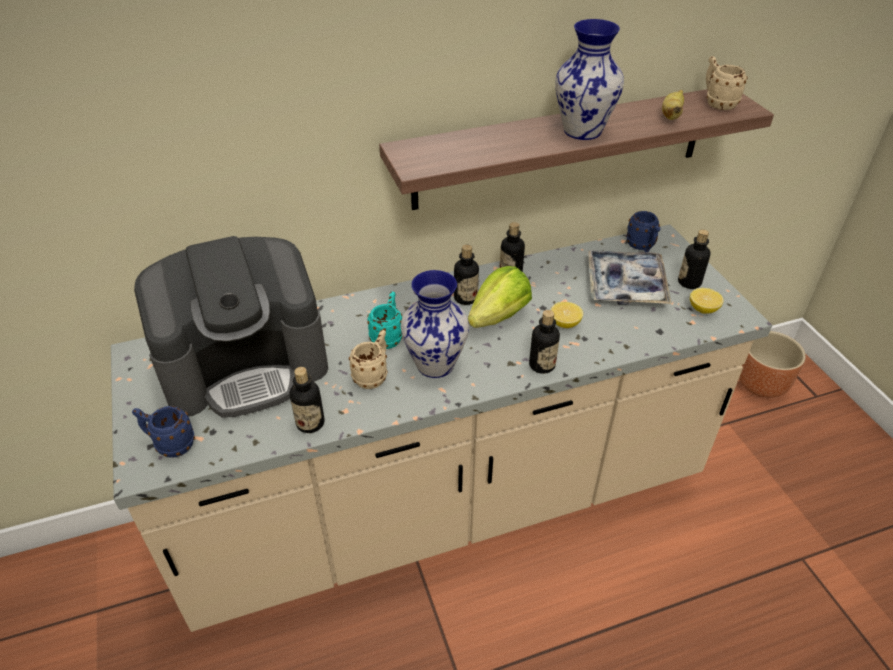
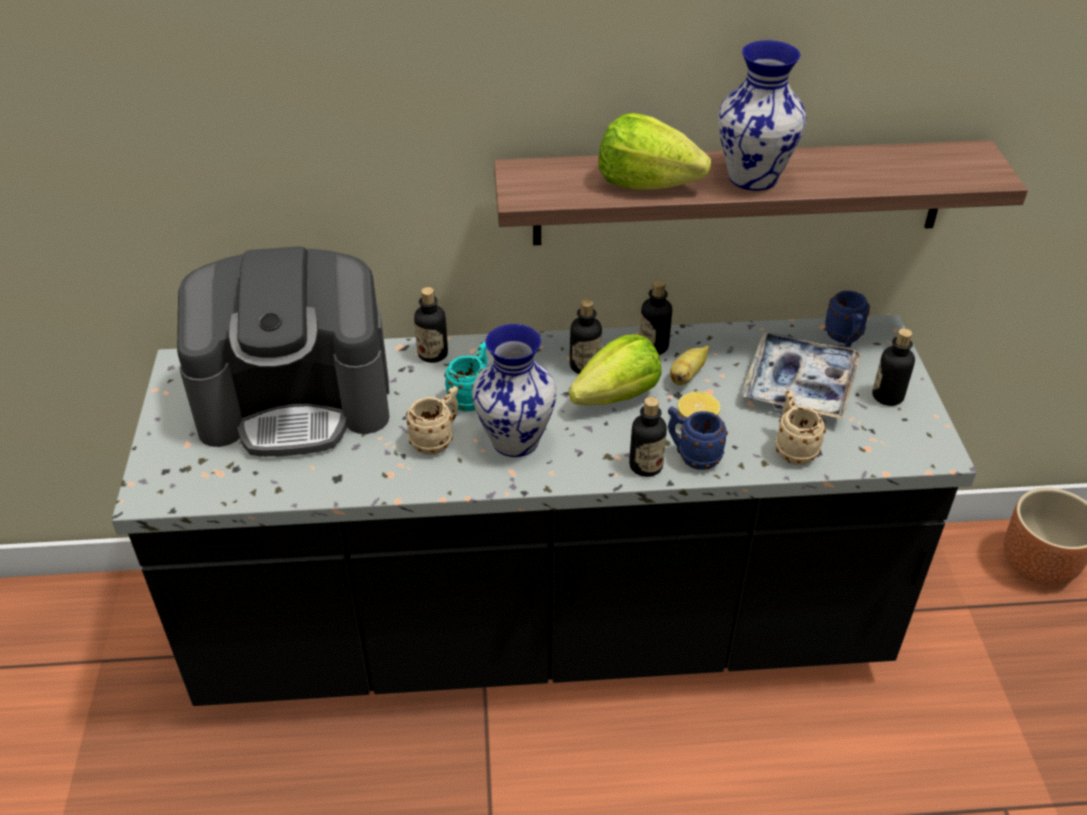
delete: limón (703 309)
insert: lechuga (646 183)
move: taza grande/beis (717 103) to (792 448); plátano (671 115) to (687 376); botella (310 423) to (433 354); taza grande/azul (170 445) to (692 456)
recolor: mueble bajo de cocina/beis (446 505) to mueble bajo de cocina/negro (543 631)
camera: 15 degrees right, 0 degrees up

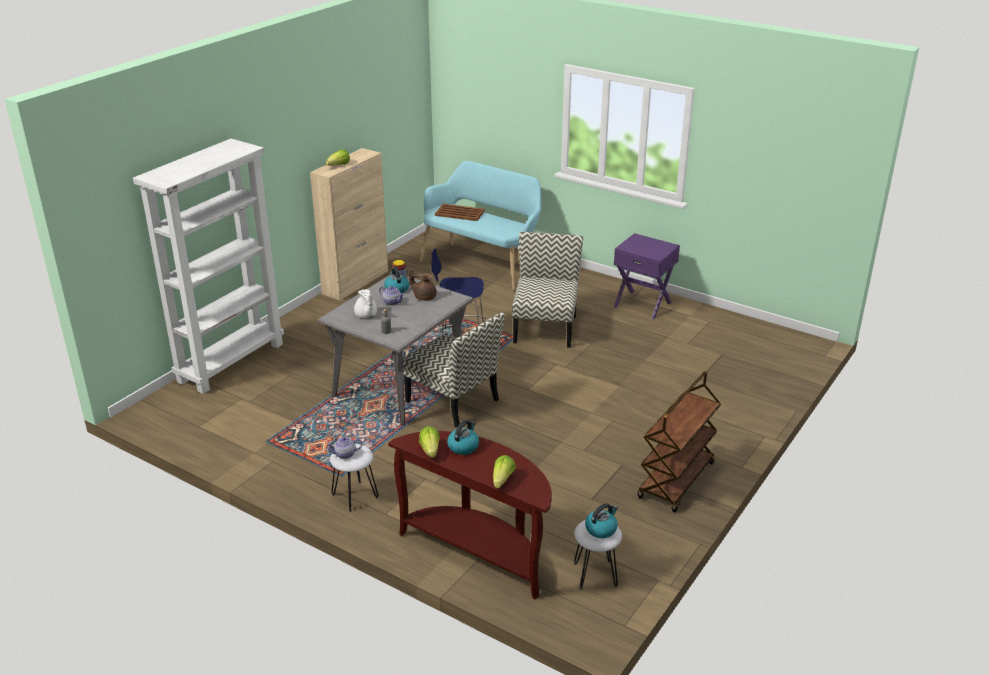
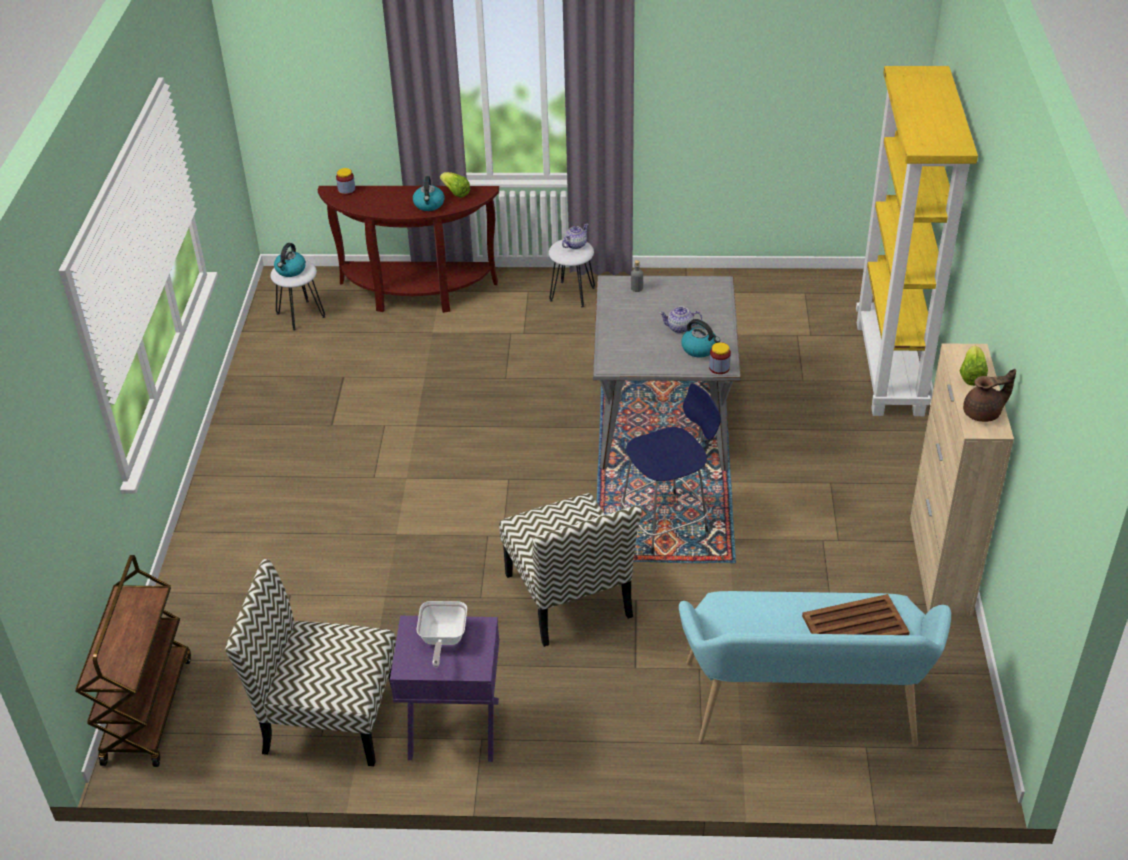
delete: tetera/blanco (366 315); lechuga (502 480)
insert: tarro (346 191); sartén (442 640)
move: tetera/marrón (424 297) to (983 413); silla (454 401) to (328 718); carrito/marrón (677 481) to (147 709)
recolor: estantería/blanco (231 362) to estantería/amarillo (890 368)
camera: 150 degrees right, 10 degrees up

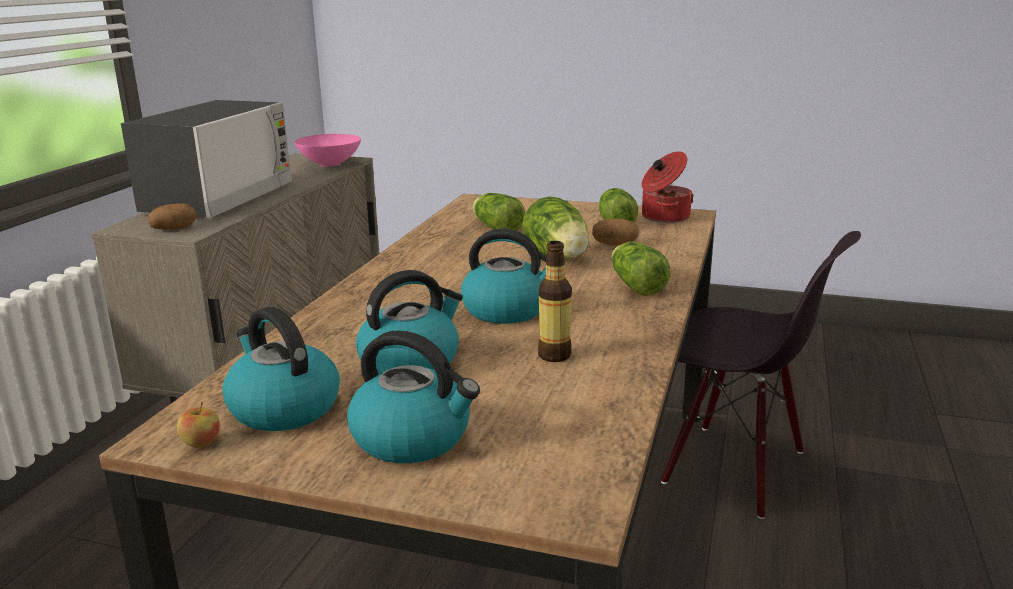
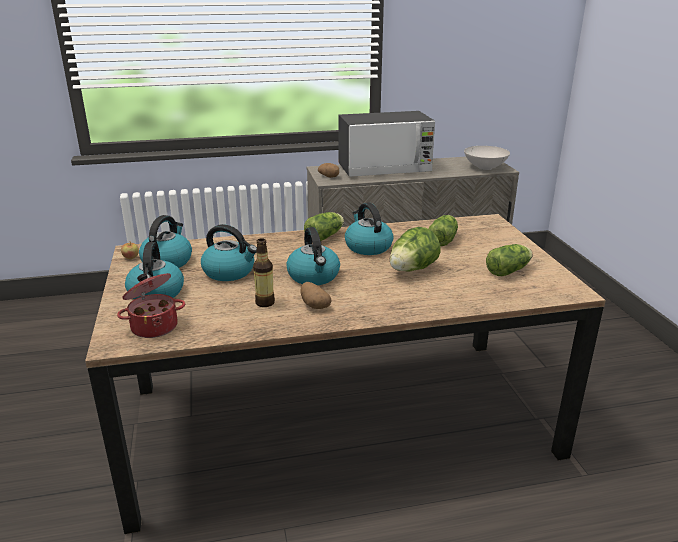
delete: silla/negro (733 468)
insert: hervidor (367 247)
move: olla (664 217) to (154 326); patata (615 244) to (314 305); lechuga (636 285) to (326 236)
recolor: cuenco/rosa (329 164) to cuenco/blanco (485 167)
camera: 60 degrees right, 5 degrees up

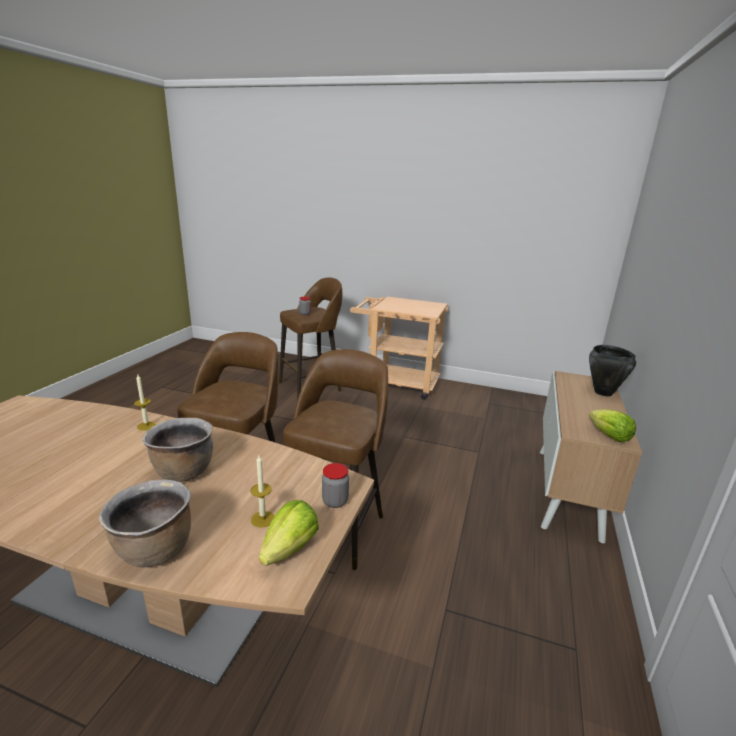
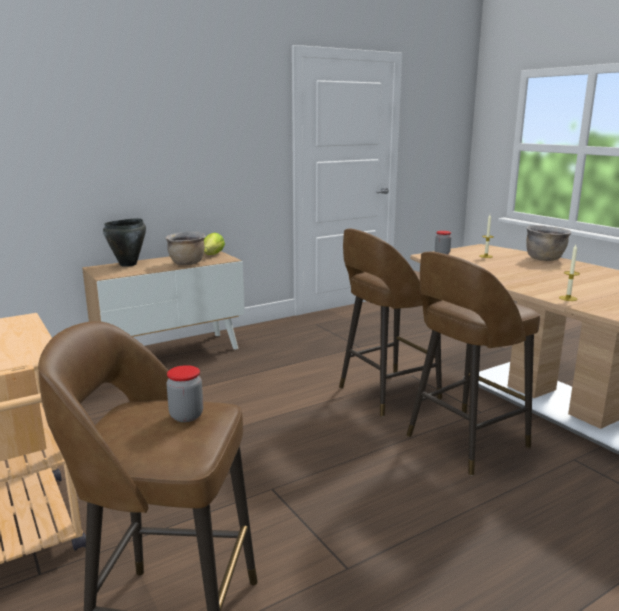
delete: lechuga (290 549)
move: olla/marrón (183 471) to (187 263)
camera: 140 degrees left, 5 degrees down

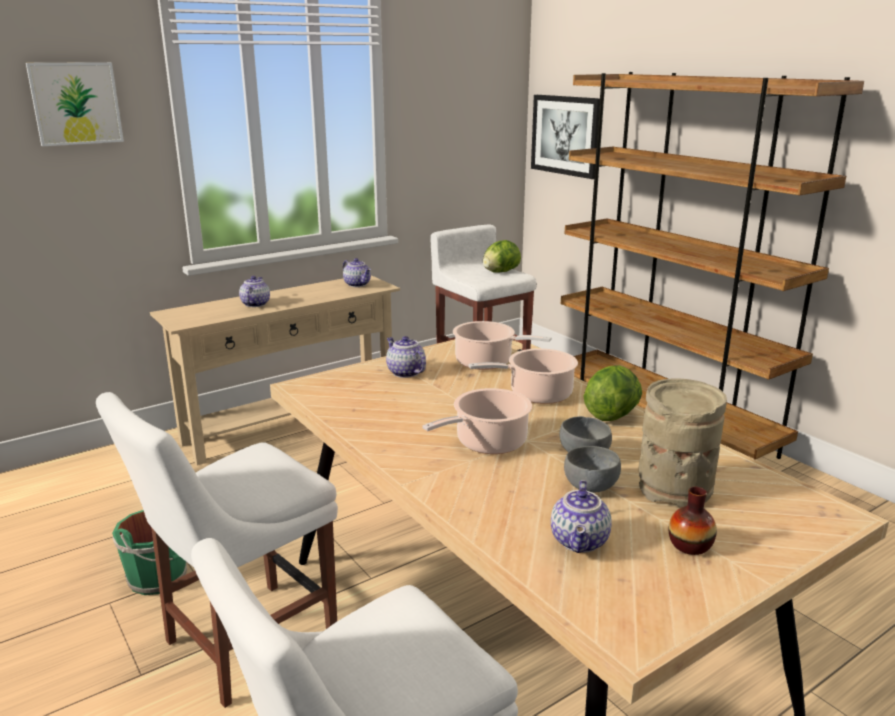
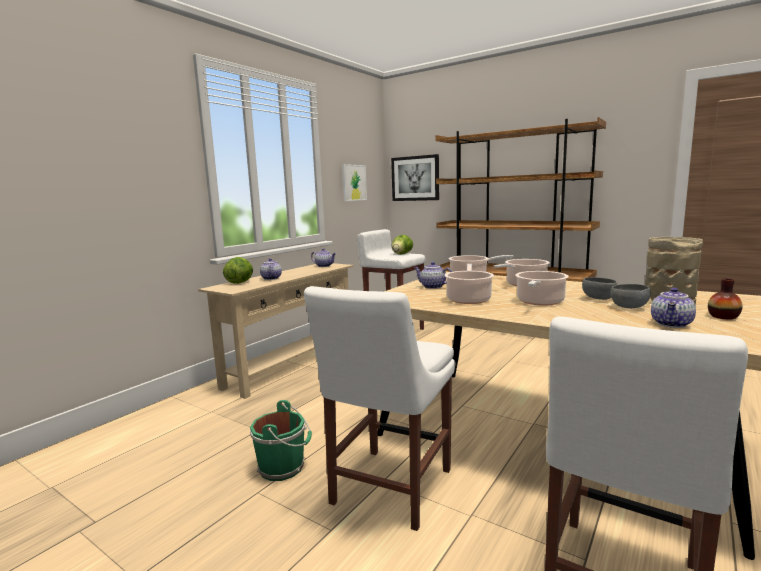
insert: olla (468 299)
move: cuadro (76 103) to (354 182); lechuga (611 415) to (240 282)
rotate: tetera (581 542) = (672 324) 45 degrees clockwise
camera: 20 degrees left, 10 degrees down

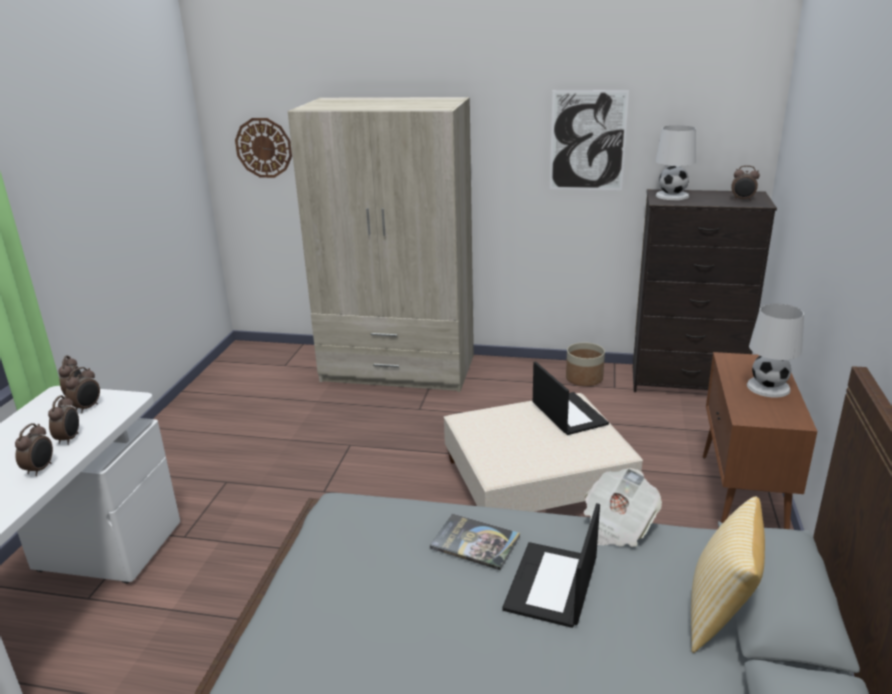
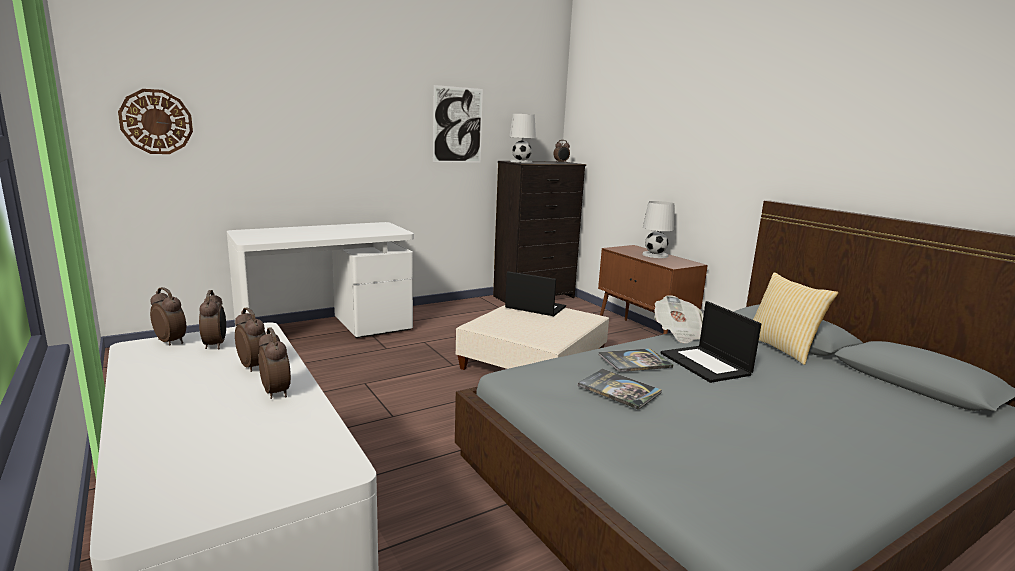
delete: maceta (584 378)
insert: libro (619 389)
replace: armario ropero/beis (398 369) to escritorio/blanco (327 331)
camera: 45 degrees left, 10 degrees down

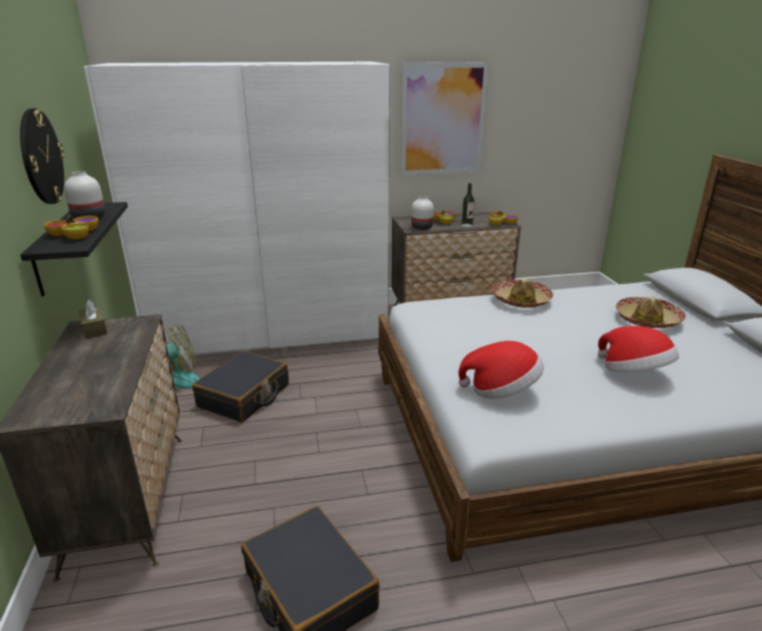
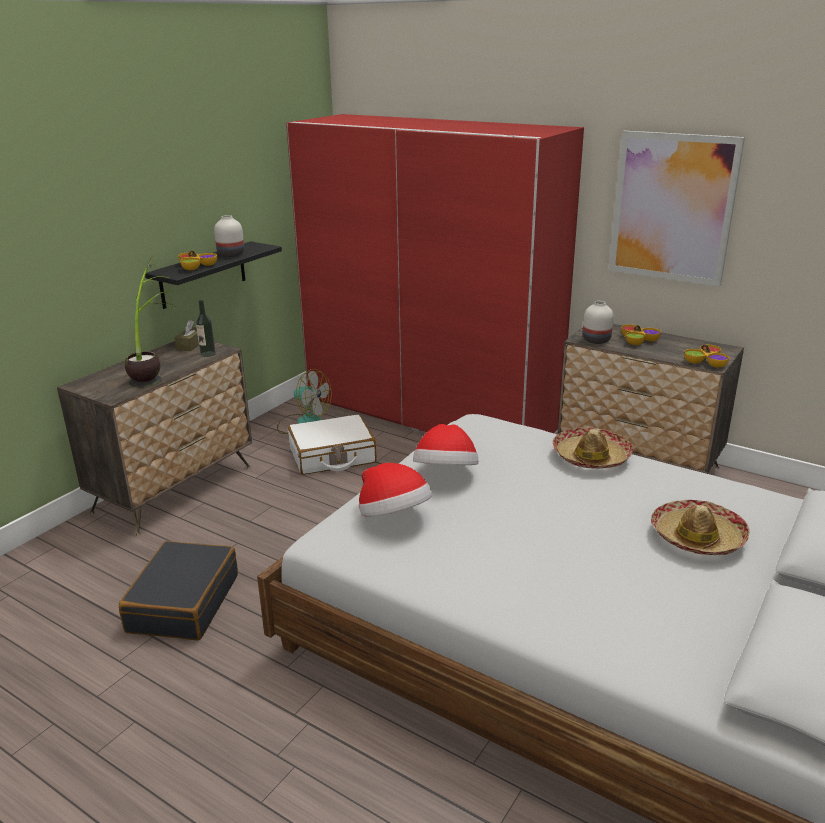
delete: reloj de pared (41 157)
insert: planta en maceta (154 373)
move: botella (467 225) to (208 354); sombrero (633 373) to (446 473)
recolor: armario ropero/blanco (271 332) to armario ropero/rojo (429 412); maleta/negro (244 396) to maleta/blanco (332 456)
camera: 45 degrees right, 0 degrees up

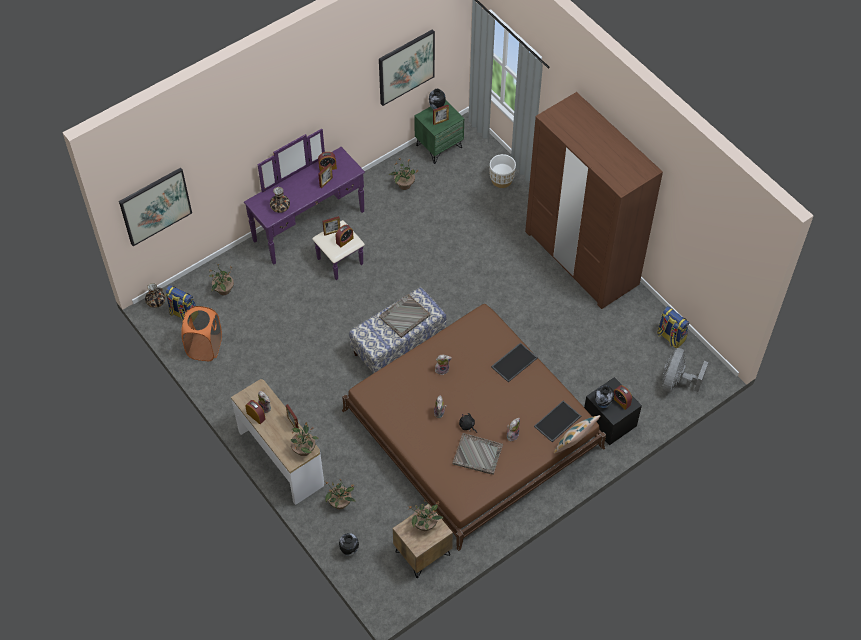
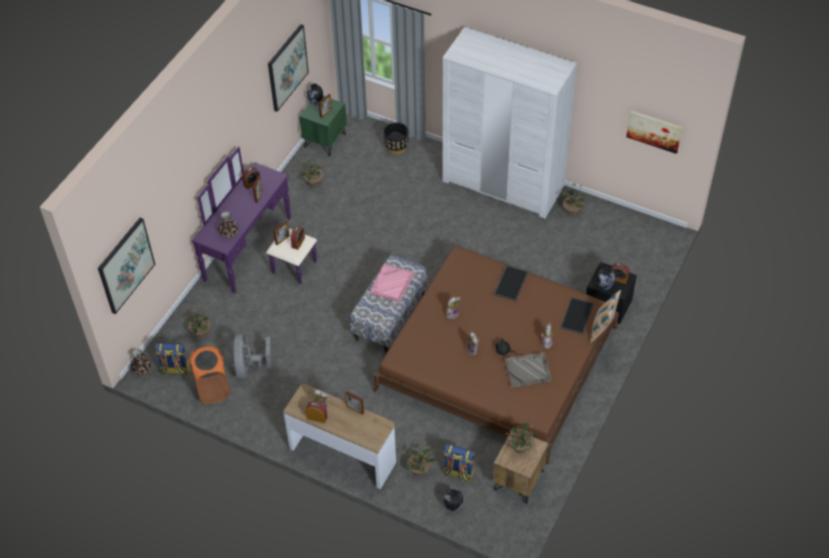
insert: cuadro (654 131)
move: mochila (670 337) to (458 472); ventilador/gris (676 382) to (249 367); planta en maceta (304 449) to (572 211)
recolor: armario ropero/marrón (581 258) to armario ropero/blanco (502 184); maceta/blanco (501 180) to maceta/negro (396 147); bandeja/gris (404 316) to bandeja/rosa (391 284)
camera: 25 degrees left, 5 degrees down

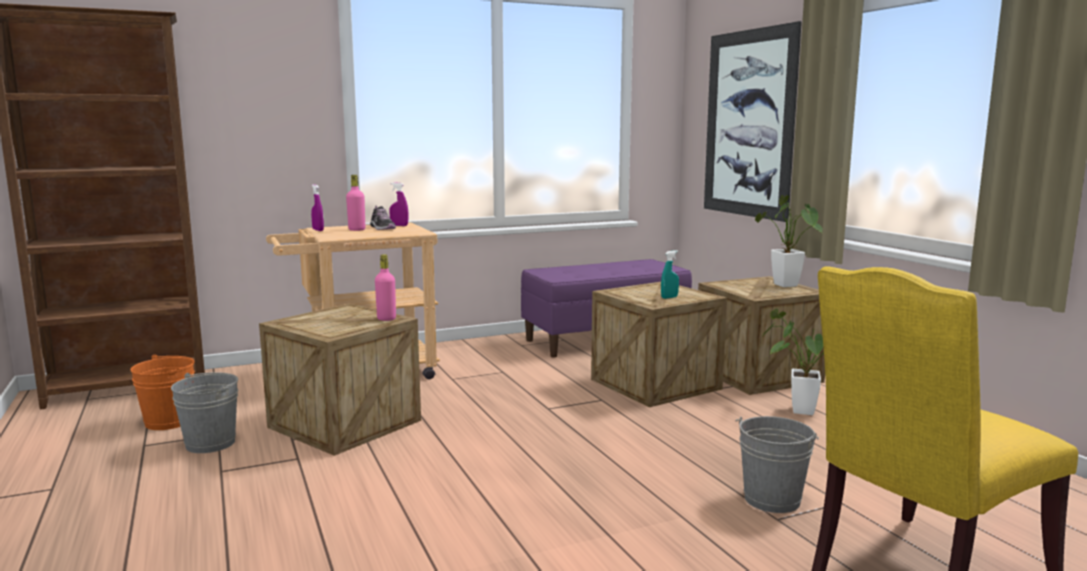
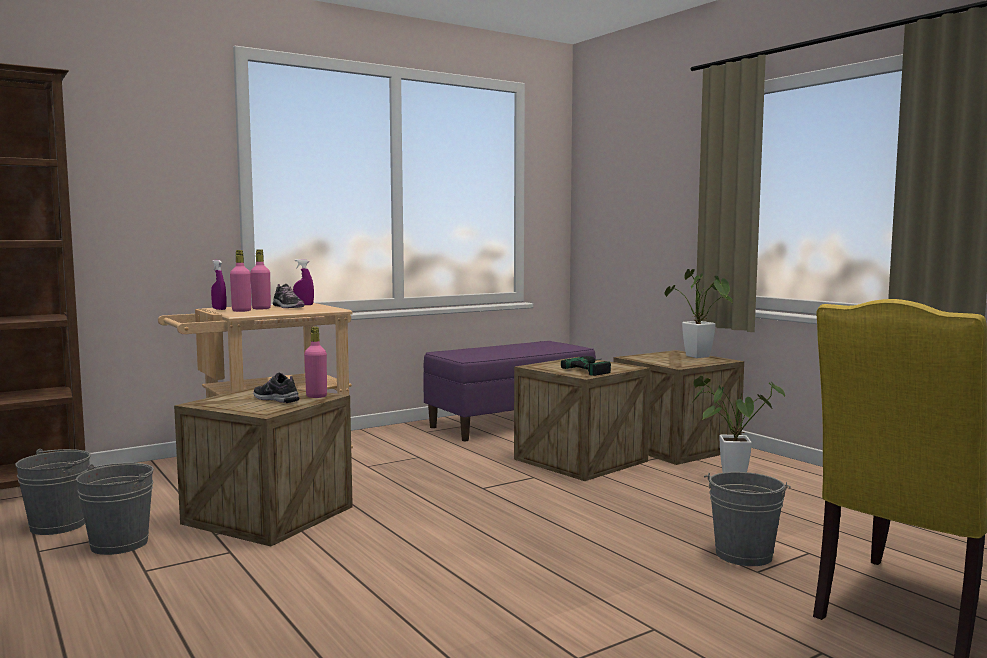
delete: cuadro (748 124)
insert: botella/rosa (241 311); zapato (276 400)
replace: pulverizador/turquesa (669 297) to taladro (595 369)
recolor: cubo/naranja (168 422) to cubo/gris (58 525)
camera: 10 degrees left, 5 degrees down

